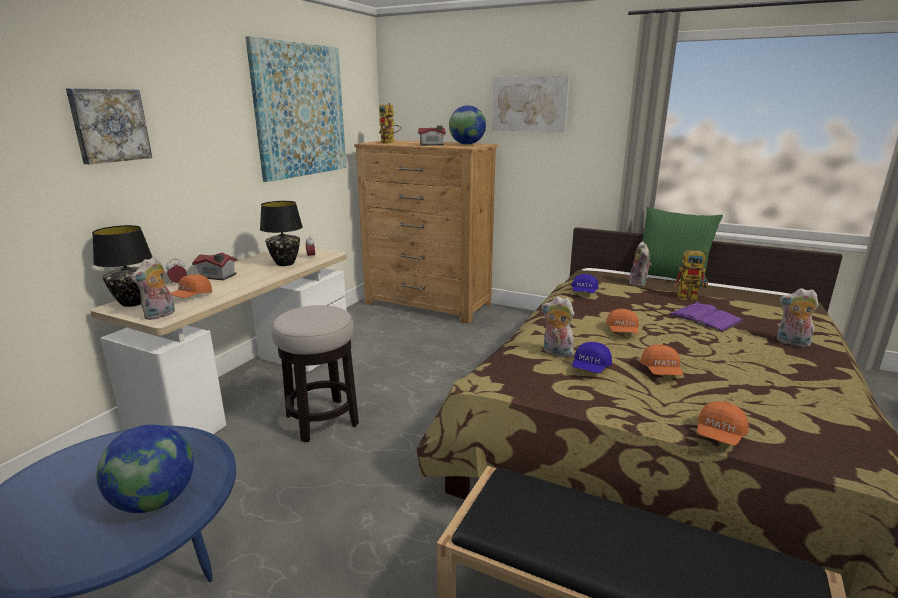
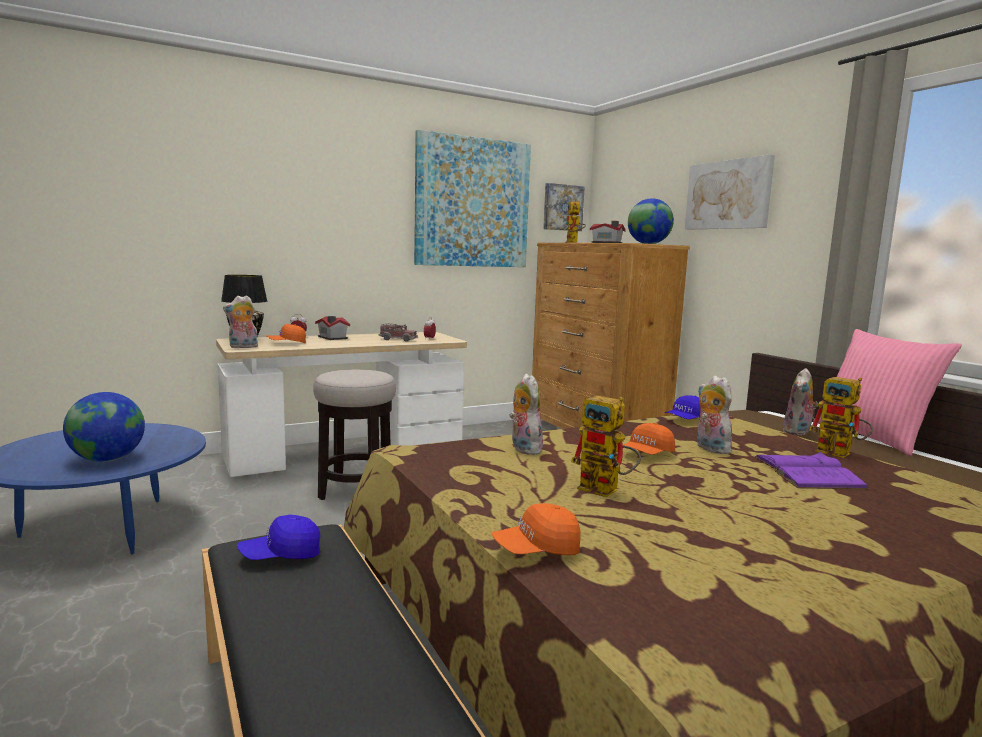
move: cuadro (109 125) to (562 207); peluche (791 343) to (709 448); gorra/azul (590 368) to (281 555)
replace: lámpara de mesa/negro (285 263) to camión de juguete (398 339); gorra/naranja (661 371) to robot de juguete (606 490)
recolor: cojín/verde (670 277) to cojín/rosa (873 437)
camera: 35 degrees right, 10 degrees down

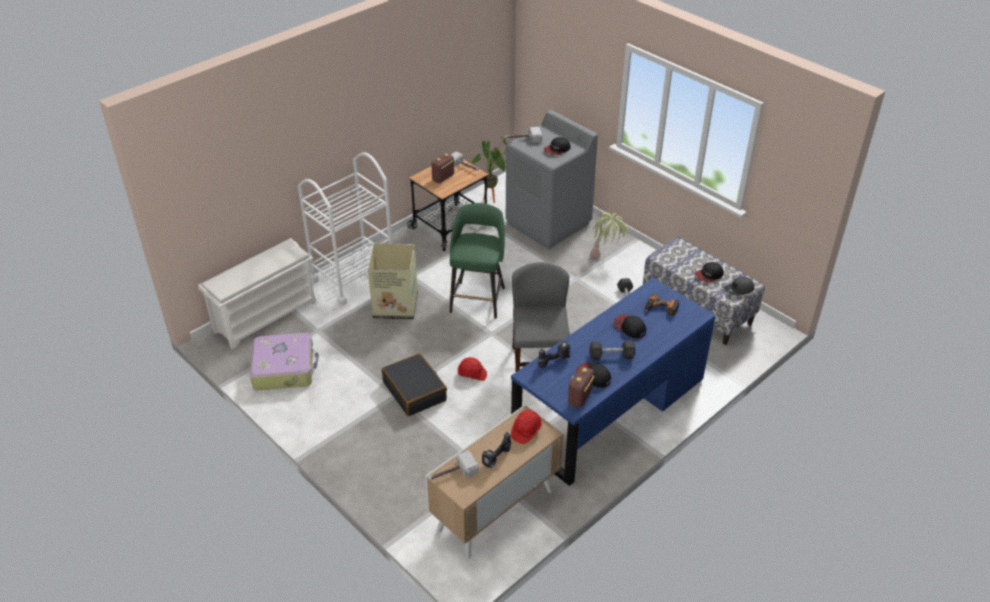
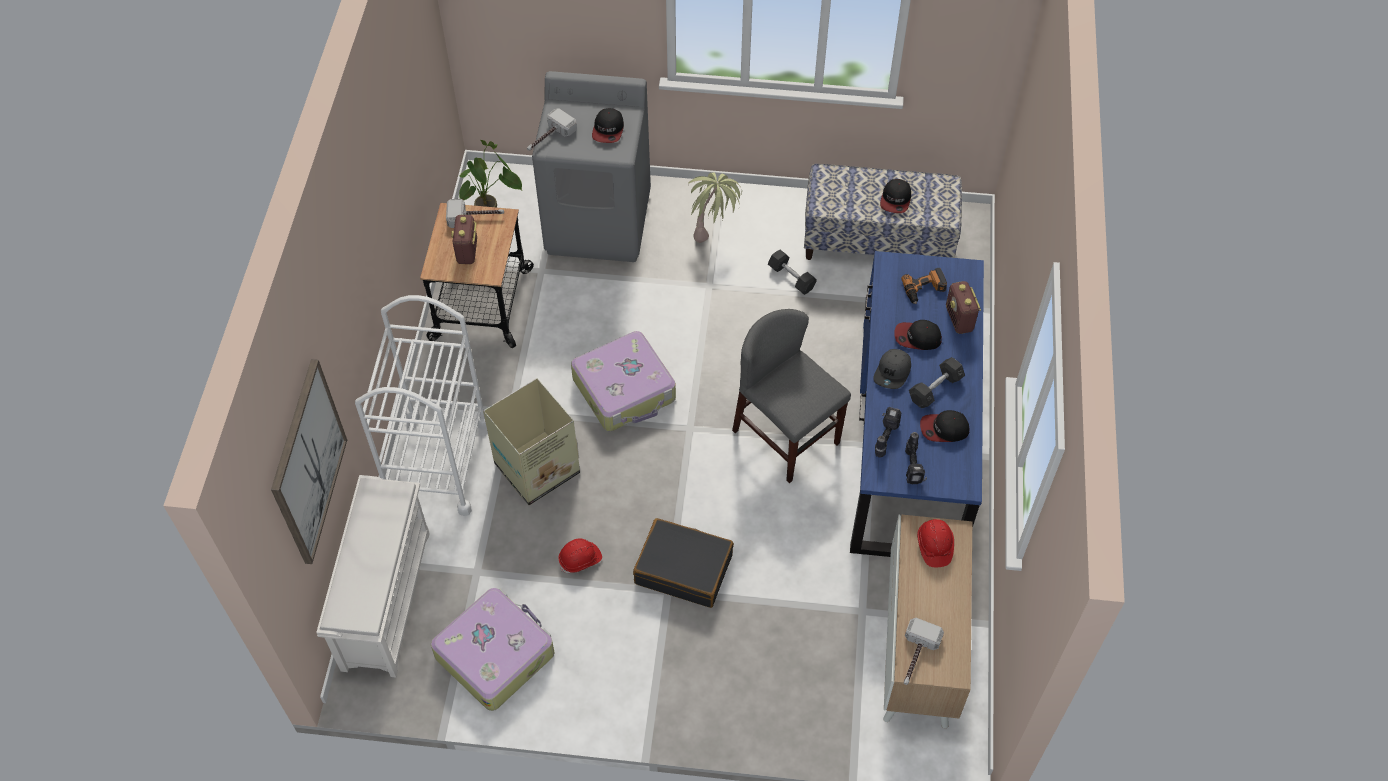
insert: cuadro (308 462)
move: gorra/gris (739 290) to (893 372); casco/rojo (472 374) to (580 560); radio (579 398) to (959 319); taladro (497 459) to (914 468)
replace: taburete/verde (478 298) to maleta (625 390)
camera: 40 degrees left, 15 degrees up

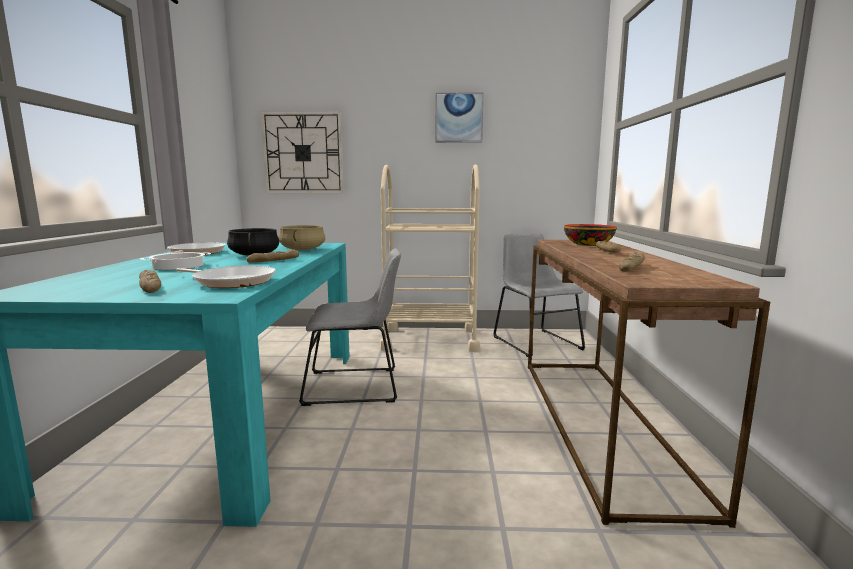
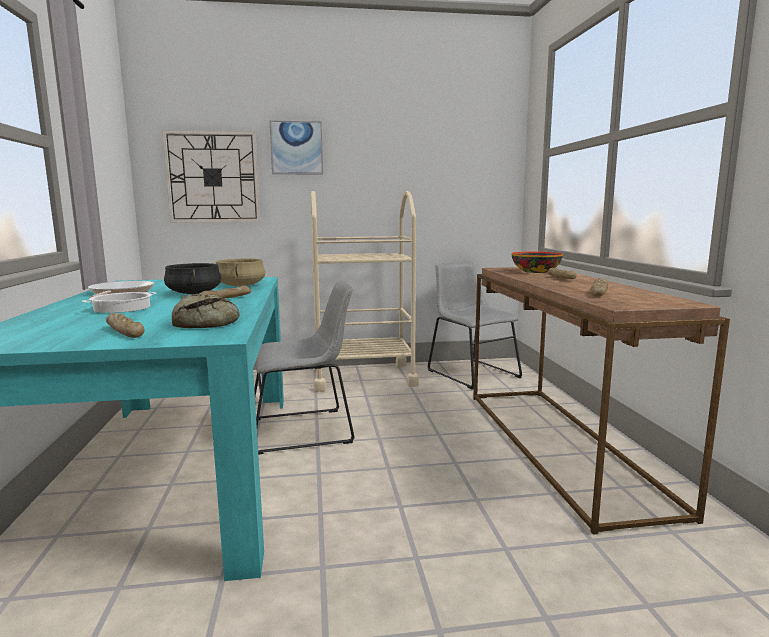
move: cuadro (459 118) to (296 148)
replace: sartén (232 281) to pan (209 322)
camera: 10 degrees left, 0 degrees up

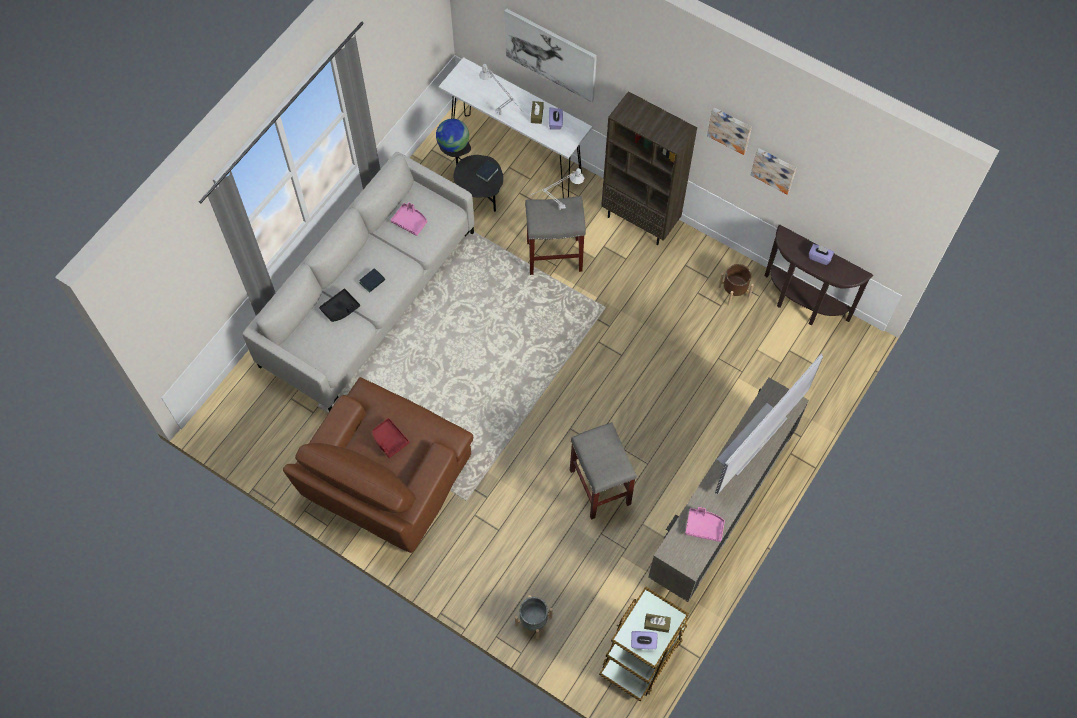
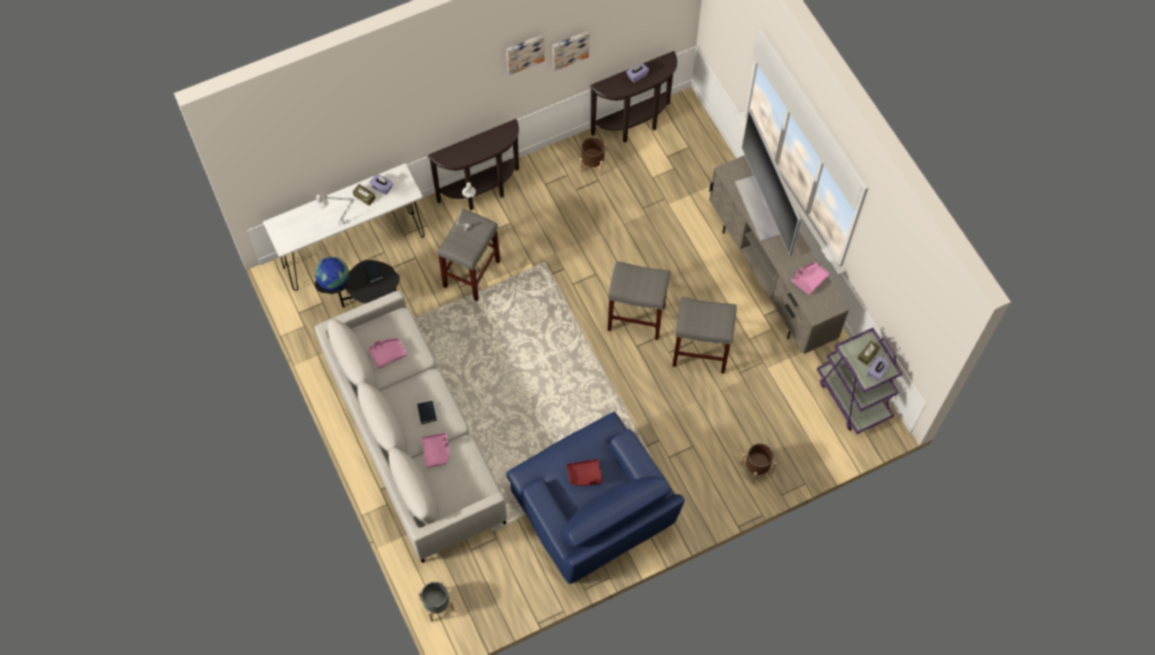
delete: cuadro (550 54)
insert: taburete/gris (637 318); maceta/marrón (756 468)
move: maceta/gris (533 621) to (437 605)
replace: estantería/marrón (640 220) to mesa consola/marrón (482 193)
recolor: bandeja/negro (340 308) to bandeja/rosa (436 451); sillón/marrón (386 477) to sillón/azul (593 509); carrito/marrón (642 653) to carrito/morado (853 397)
camera: 60 degrees left, 0 degrees up

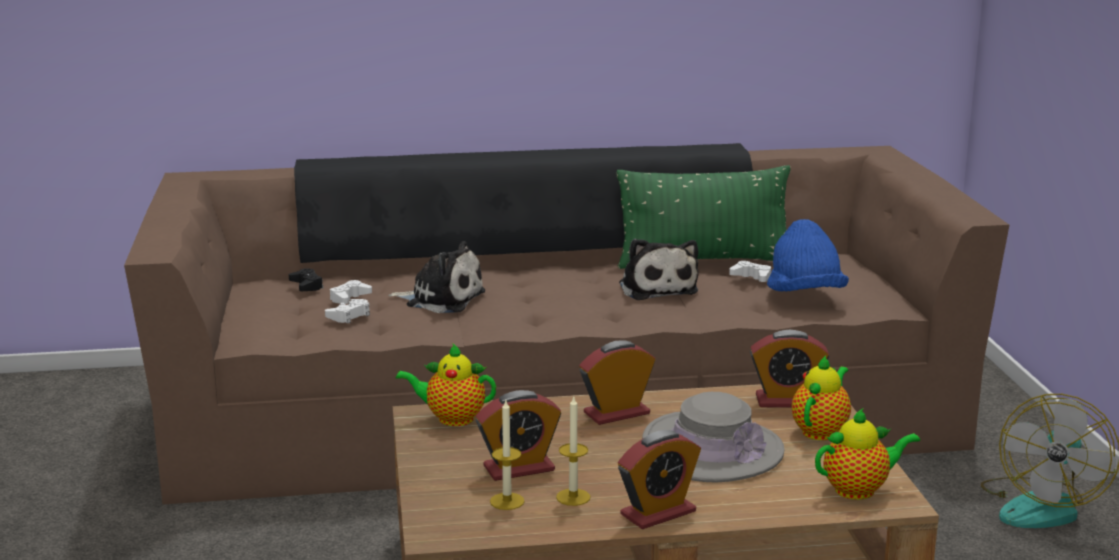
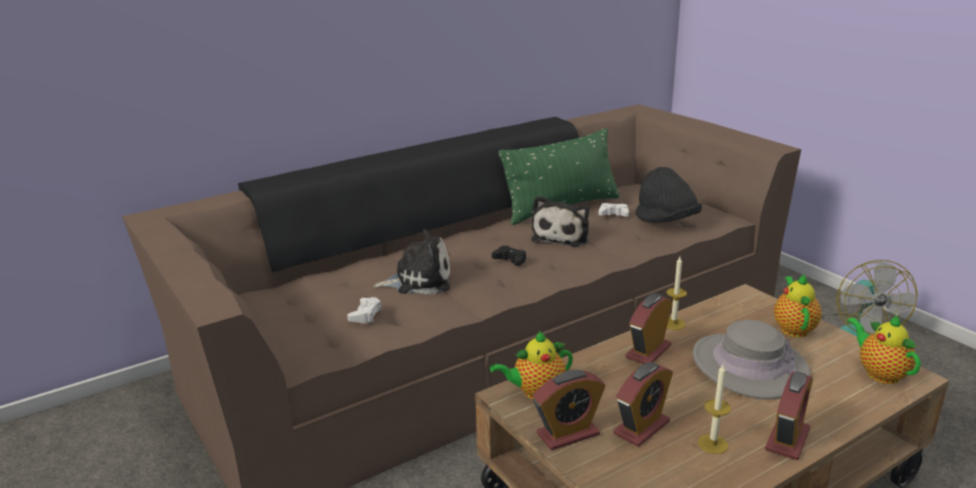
delete: mando de consola/blanco (349 298)
move: mando de consola/negro (306 286) to (510 260); despertador (786 401) to (568 434); vela (507 501) to (673 324)
recolor: sombrero/azul (805 295) to sombrero/negro (666 221)
rotate: peluche (657 288) = (562 236) 60 degrees clockwise; tetera (859 490) = (879 373) 75 degrees counterclockwise
camera: 25 degrees left, 5 degrees up

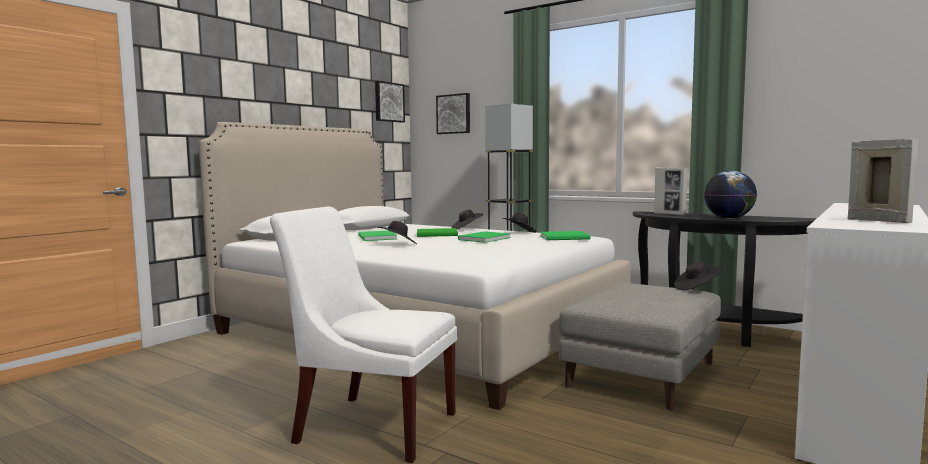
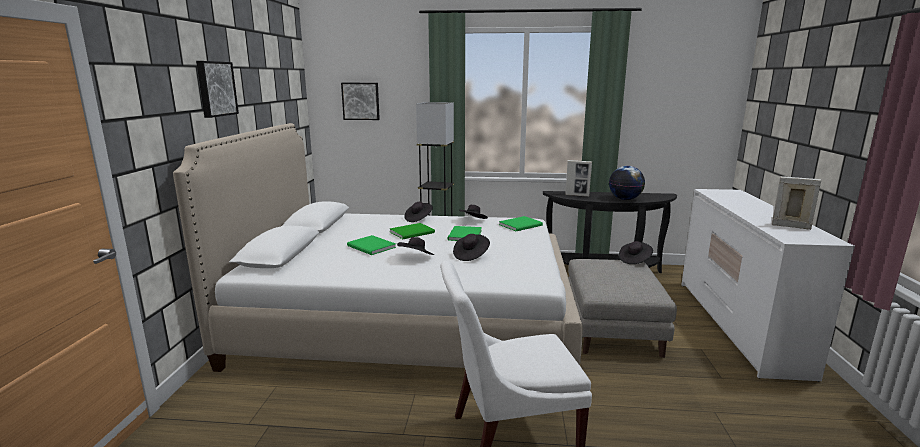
insert: sombrero/negro (471 255)
move: cuadro (388 102) to (215 89)
camera: 30 degrees left, 10 degrees up

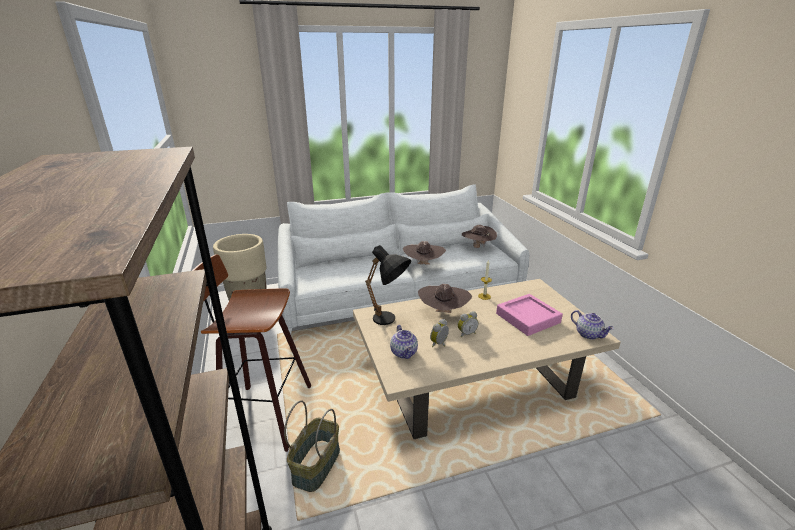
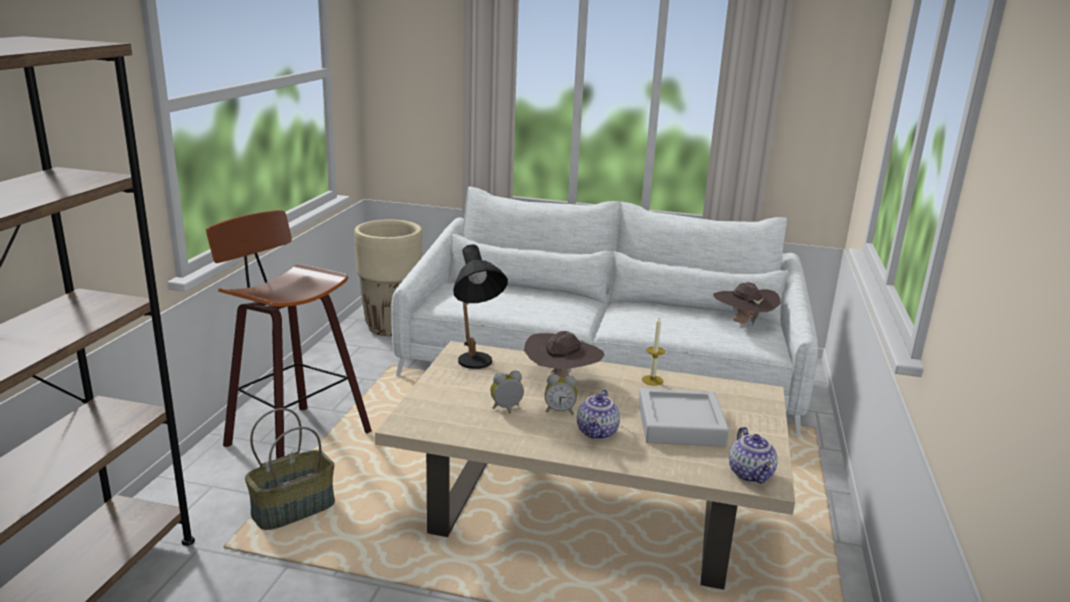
delete: sombrero/marrón (423 265)
move: tetera (404 353) to (598 432)
recolor: bandeja/rosa (527 318) to bandeja/gris (680 424)
camera: 30 degrees right, 5 degrees down

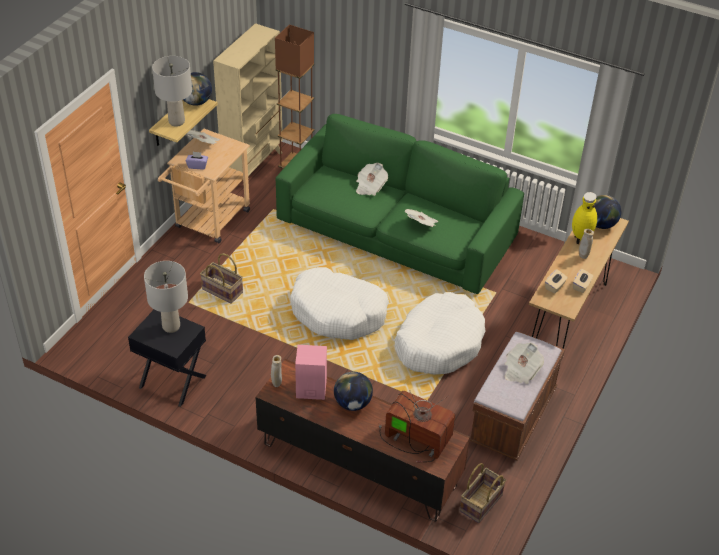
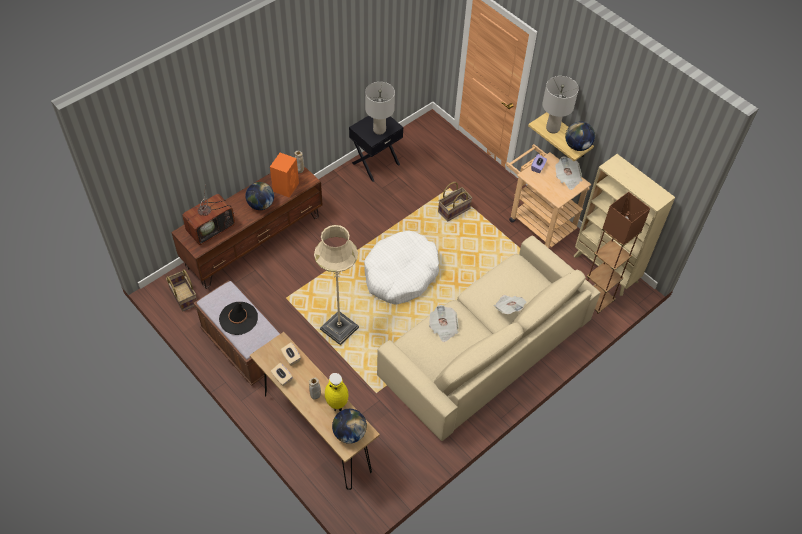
replace: cama para perro/blanco (439 342) to lámpara de pie/beis (339 329); periódico (520 370) to sombrero/negro (238 318)
recolor: sofá/verde (395 229) to sofá/beis (485 347); altavoz/rosa (310 389) to altavoz/naranja (286 186)
camera: 110 degrees right, 10 degrees up

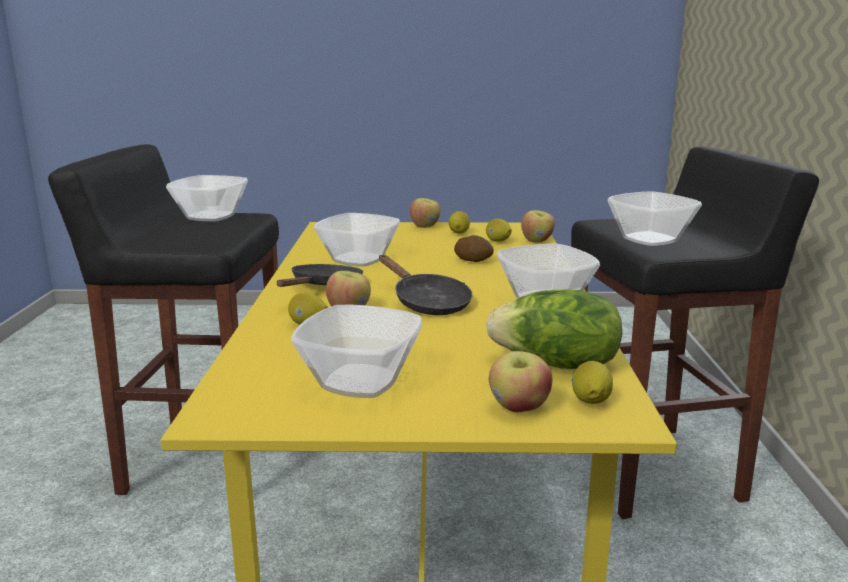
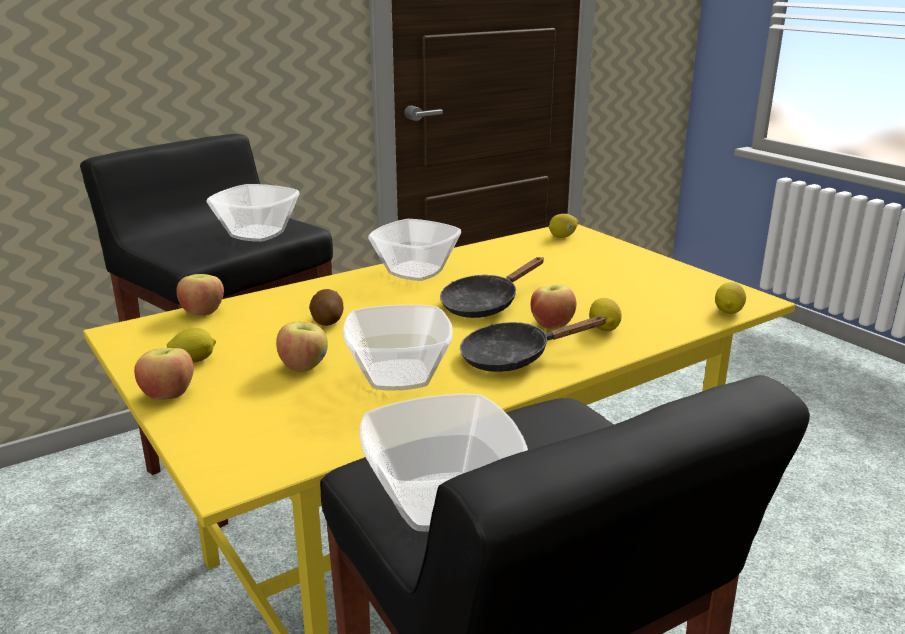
delete: lechuga (556 364); cuenco (358 382)
move: limón (498 241) to (728 311); manzana (519 407) to (304 366)
rotate: sartén/negro (427 303) = (484 304) 150 degrees counterclockwise
camera: 125 degrees left, 5 degrees up

